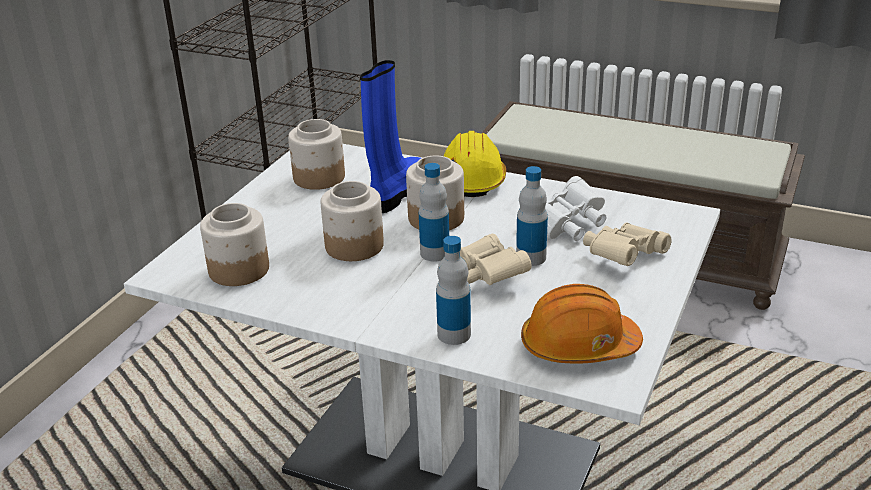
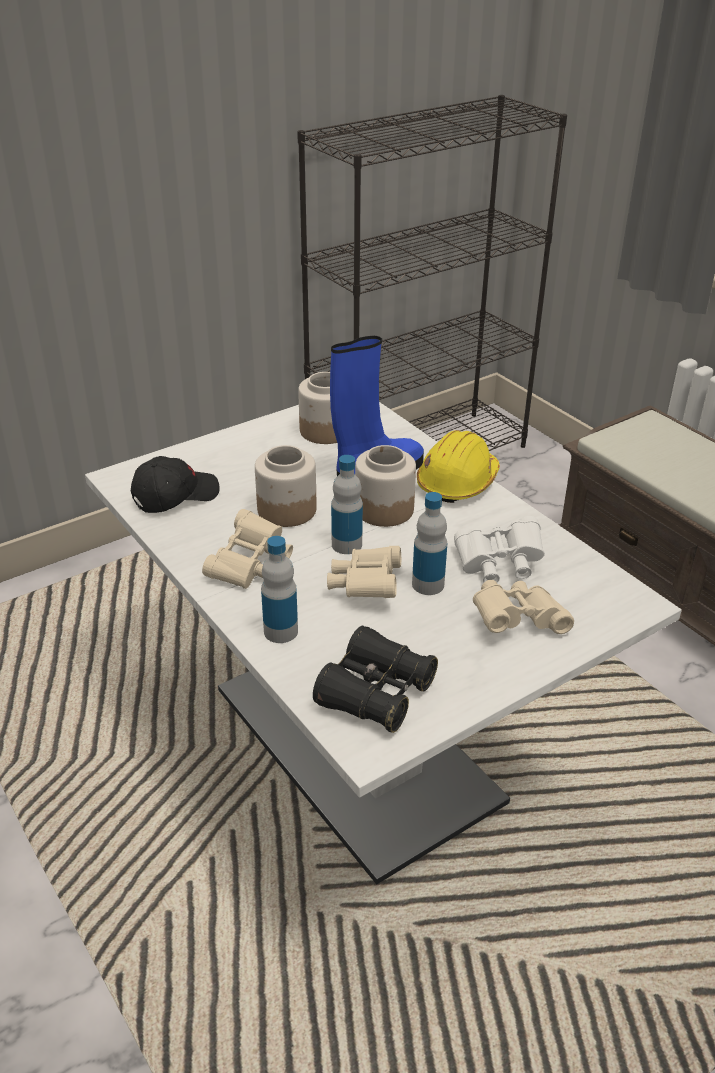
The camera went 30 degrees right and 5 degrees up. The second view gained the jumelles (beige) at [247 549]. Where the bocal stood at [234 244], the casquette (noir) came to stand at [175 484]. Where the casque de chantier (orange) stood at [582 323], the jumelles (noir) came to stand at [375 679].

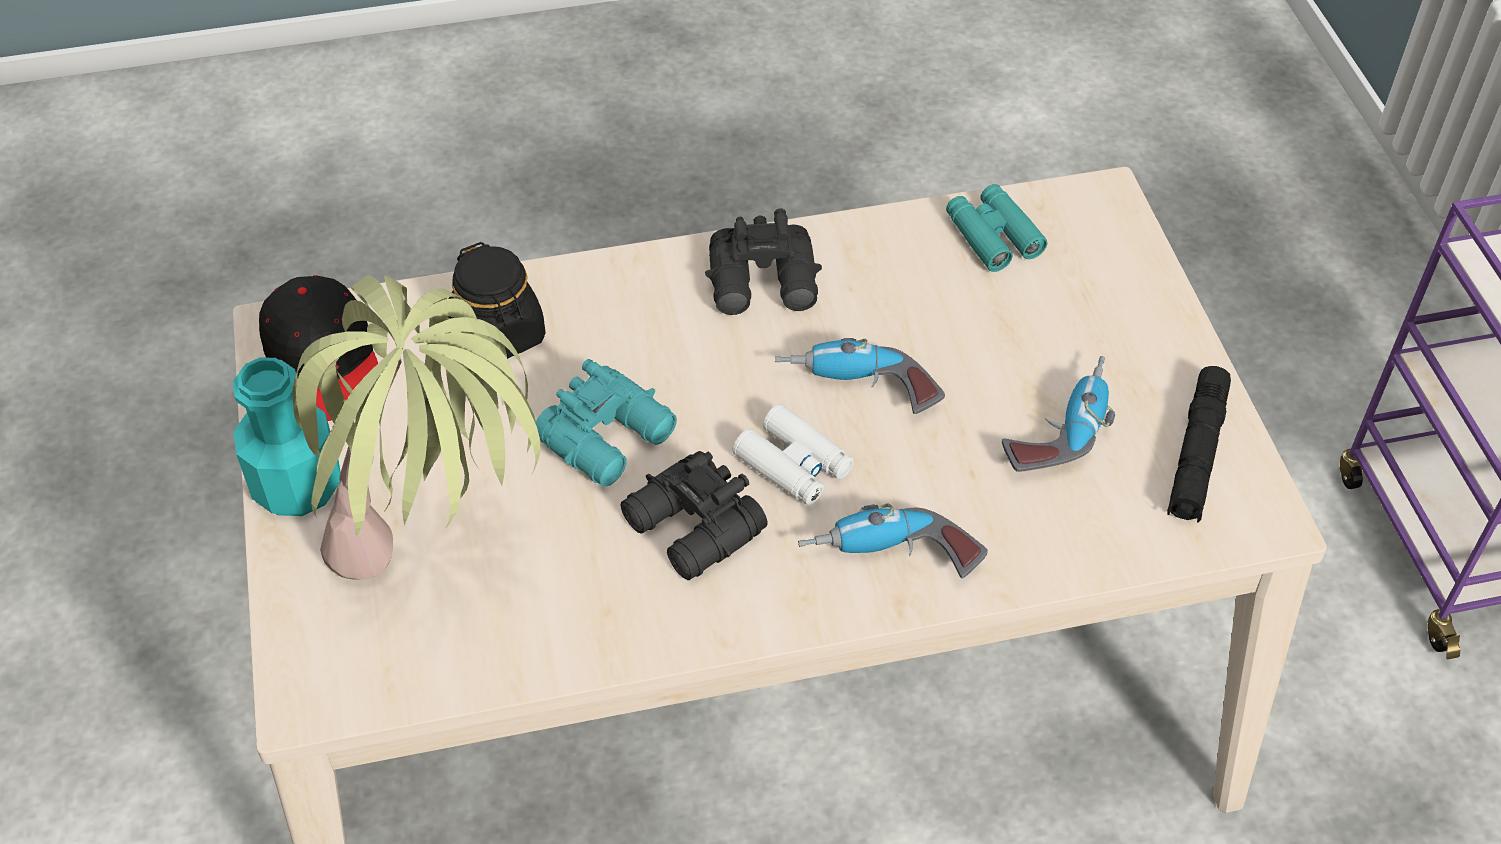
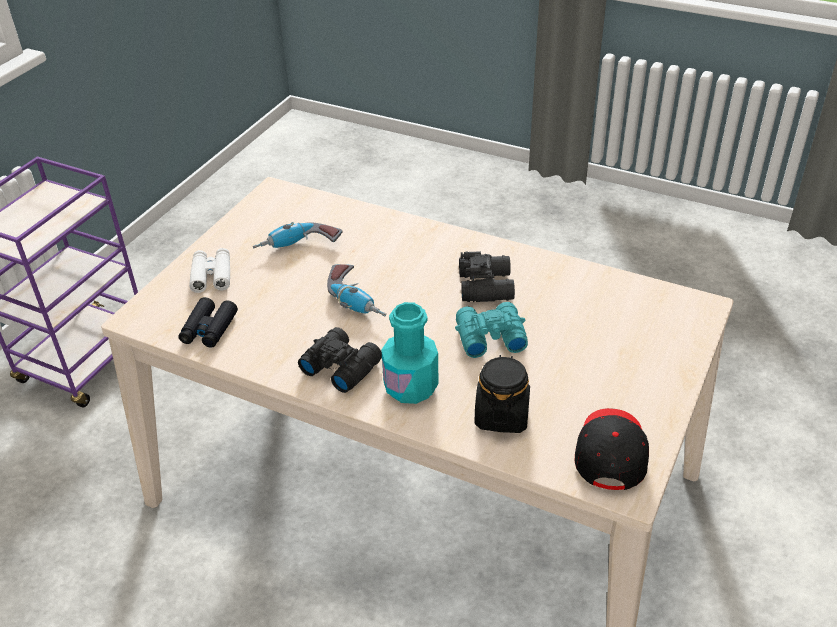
The camera went 140 degrees left and 10 degrees down. The second view lost the plante en pot at [416 427]. The second view lost the perceuse at [893 541]. The second view lost the lampe de poche (noir) at [1199 444]. The bouteille (turquoise) ended up elsewhere, having gone from [287 436] to [410 353]. The jumelles (blanc) ended up elsewhere, having gone from [793 455] to [209 270]. What was the jumelles (turquoise) at [996 228] turned into the jumelles (noir) at [208 322].

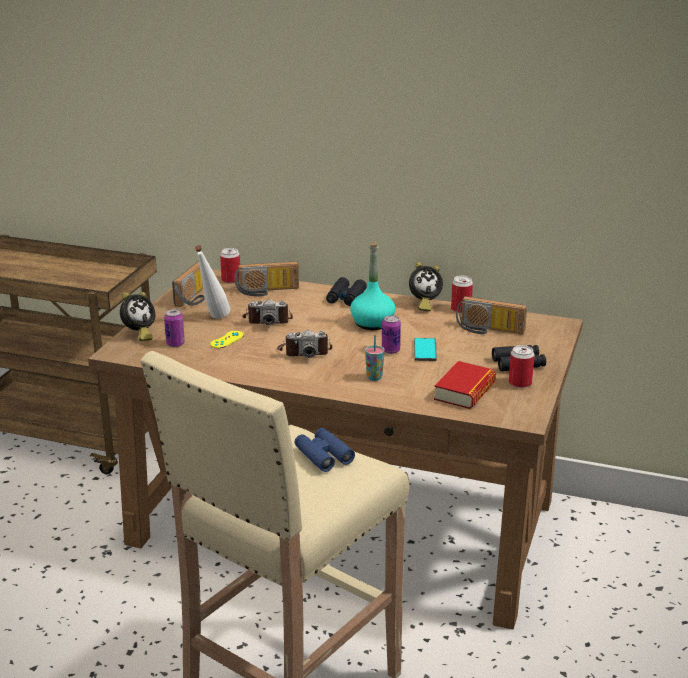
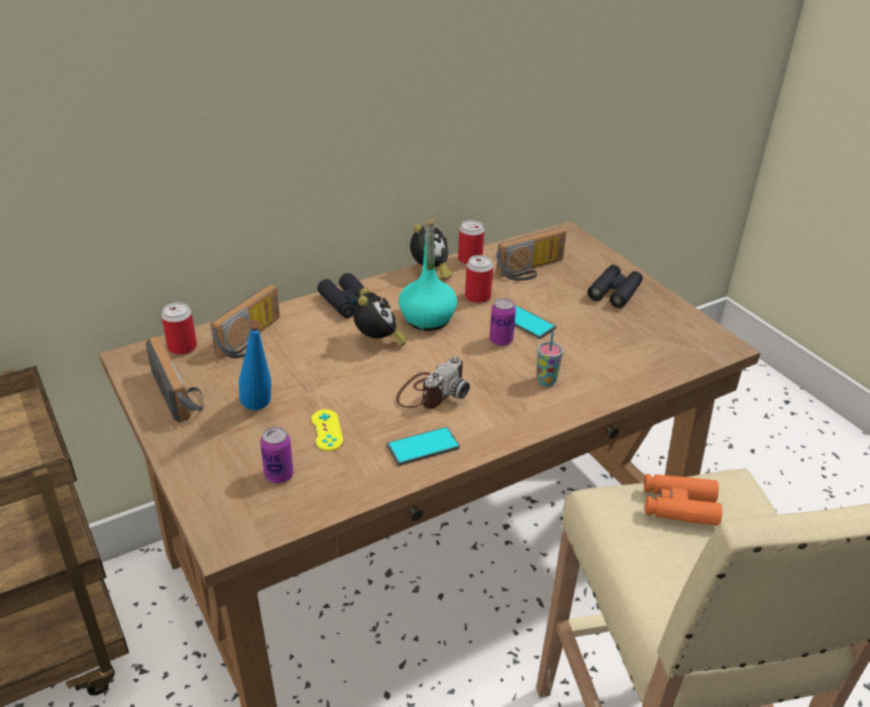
The camera went 50 degrees left and 10 degrees up. The second view lost the appareil photo at [267 312]. The second view lost the livre at [465 385]. The second view gained the téléphone at [423 446]. The réveil ended up elsewhere, having gone from [137 316] to [379 317]. The boîte métallique ended up elsewhere, having gone from [522 366] to [479 279]. What was the bouteille (blanc) at [212 282] turned into the bouteille (bleu) at [255 365]. What was the jumelles (bleu) at [325 450] turned into the jumelles (orange) at [683 500].

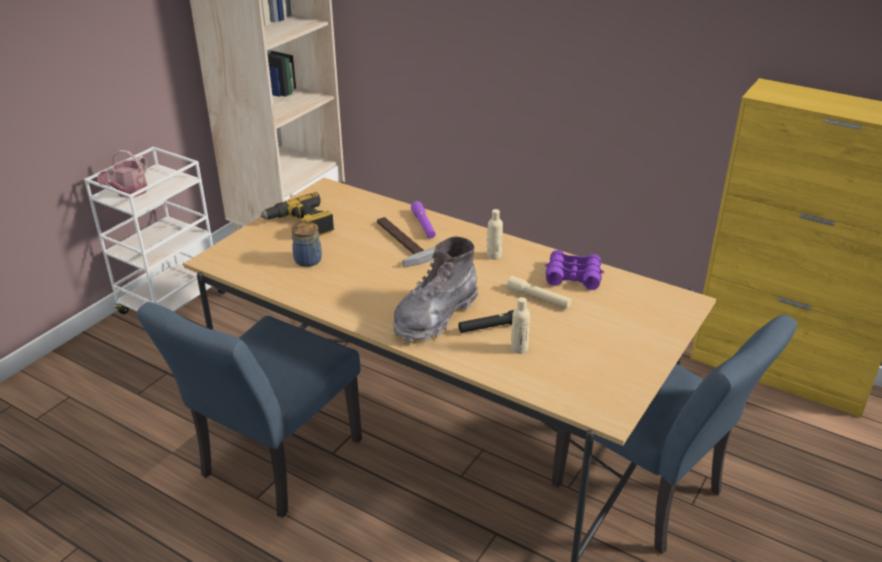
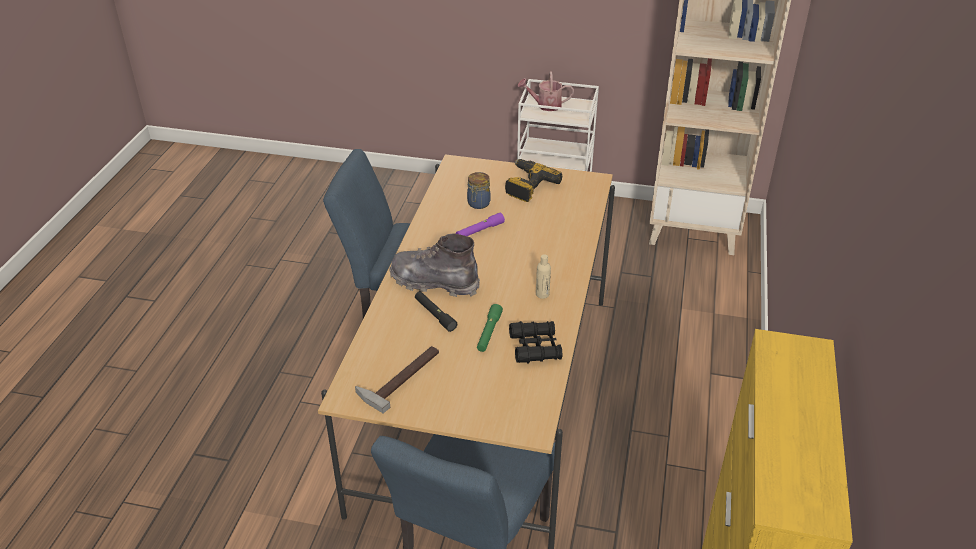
The camera went 70 degrees right and 5 degrees up. The second view lost the bouteille (beige) at [520 325]. The marteau ended up elsewhere, having gone from [406 242] to [397 380]. The lampe de poche (violet) ended up elsewhere, having gone from [423 219] to [480 224]. What was the lampe de poche (beige) at [539 292] turned into the lampe de poche (vert) at [490 328]. What was the jumelles (violet) at [574 270] turned into the jumelles (noir) at [535 342].

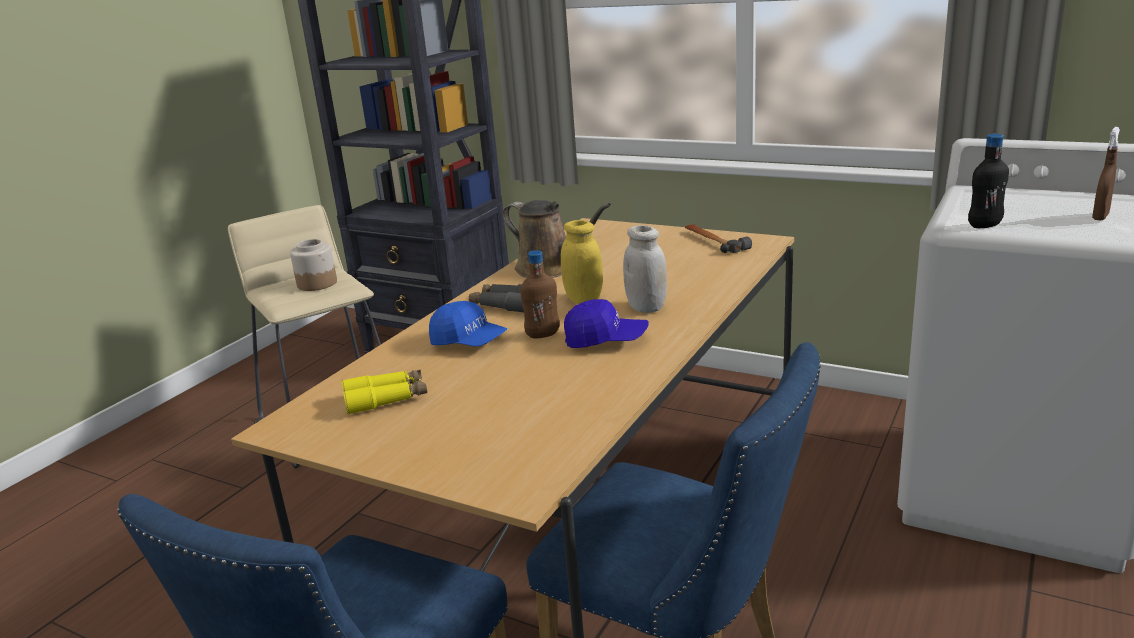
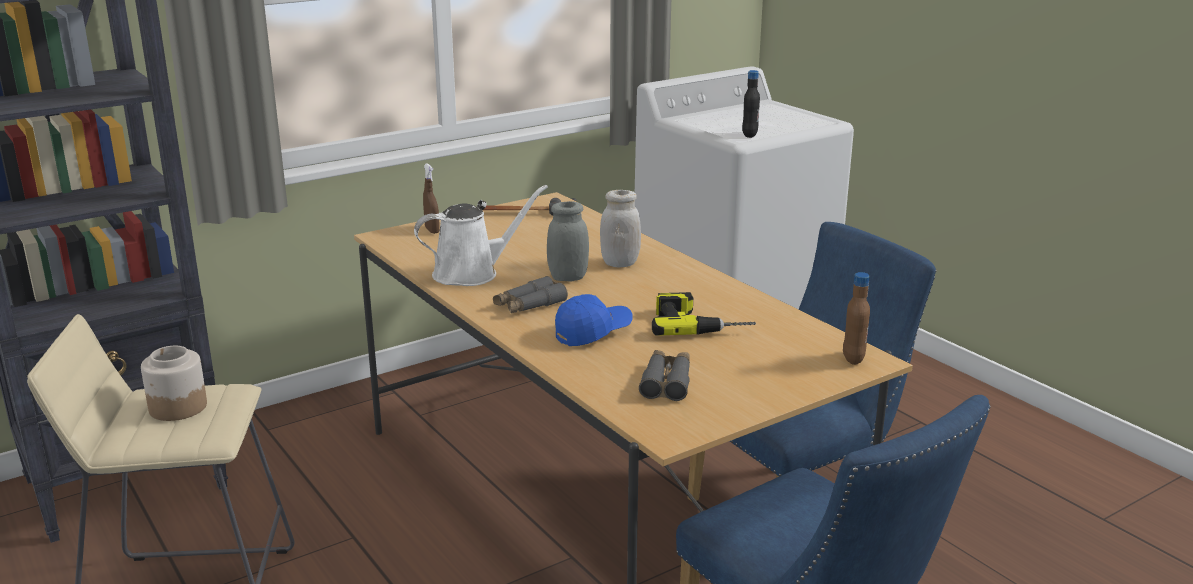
The camera went 65 degrees left and 0 degrees up. The second view lost the casquette (bleu) at [606 323]. The second view gained the perceuse at [704 314]. The bouteille (marron) ended up elsewhere, having gone from [540 294] to [856 318]. The vaporisateur (marron) ended up elsewhere, having gone from [1106 174] to [431 198]. What was the jumelles (jaune) at [384 392] turned into the jumelles (gris) at [664 375]. What was the arrosoir (marron) at [556 239] turned into the arrosoir (blanc) at [481 235]. What was the bocal (jaune) at [582 262] turned into the bocal (gris) at [568 241].

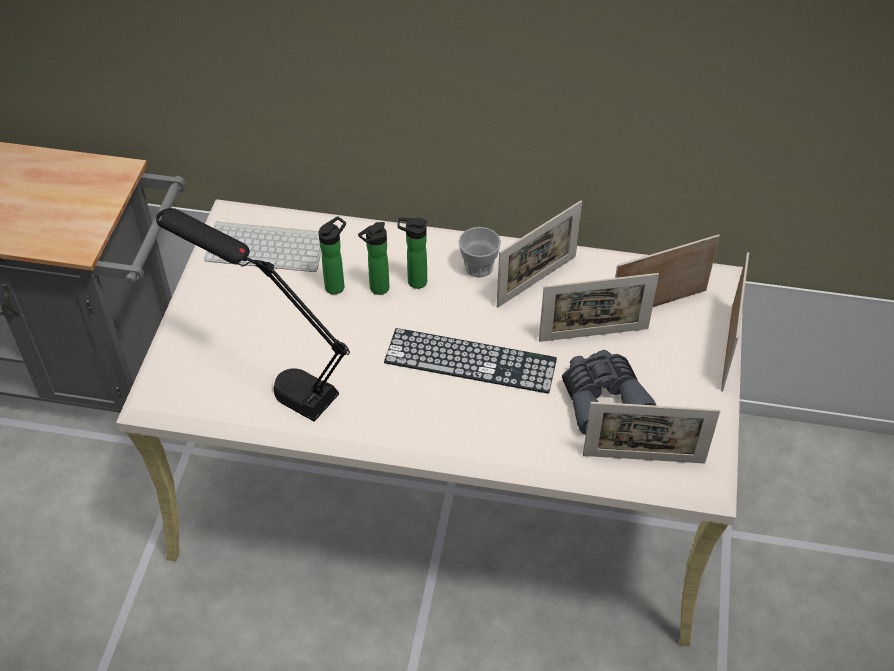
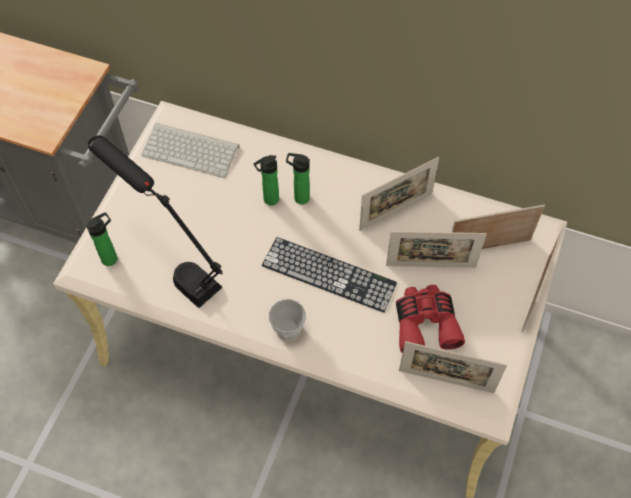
The camera went 10 degrees right and 10 degrees up. The bouteille ended up elsewhere, having gone from [332 255] to [101 239]. The tasse ended up elsewhere, having gone from [480 252] to [287 320]. What was the jumelles (gris) at [609 392] turned into the jumelles (rouge) at [430 319].

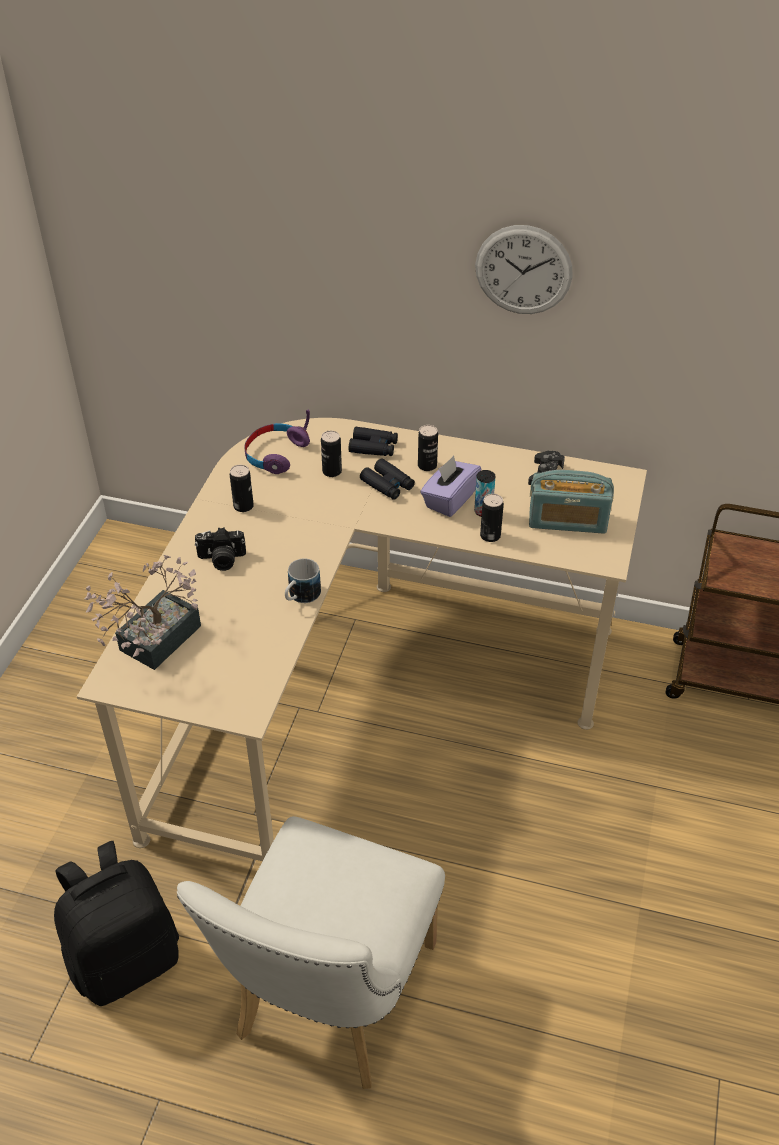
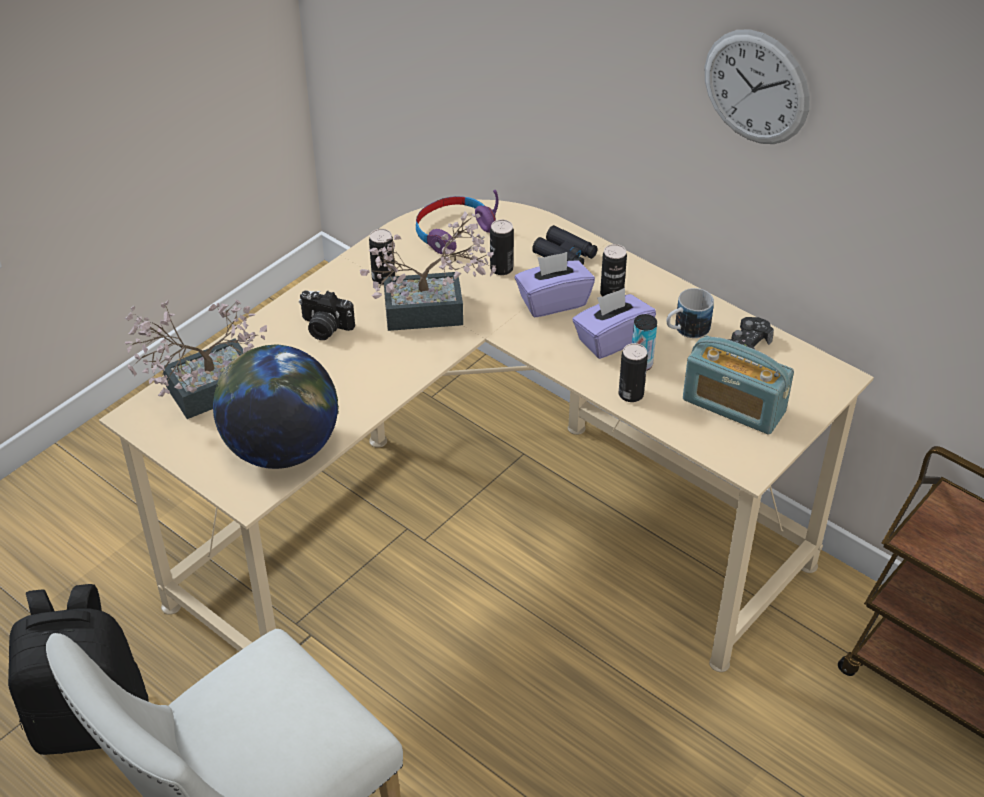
The camera went 25 degrees right and 0 degrees up. The second view gained the globe at [276 406]. The second view gained the plante en pot at [428 271]. The mug ended up elsewhere, having gone from [303 580] to [690 313]. Where the jumelles (noir) stood at [387 479], the boîte à mouchoirs (violet) came to stand at [555 284].

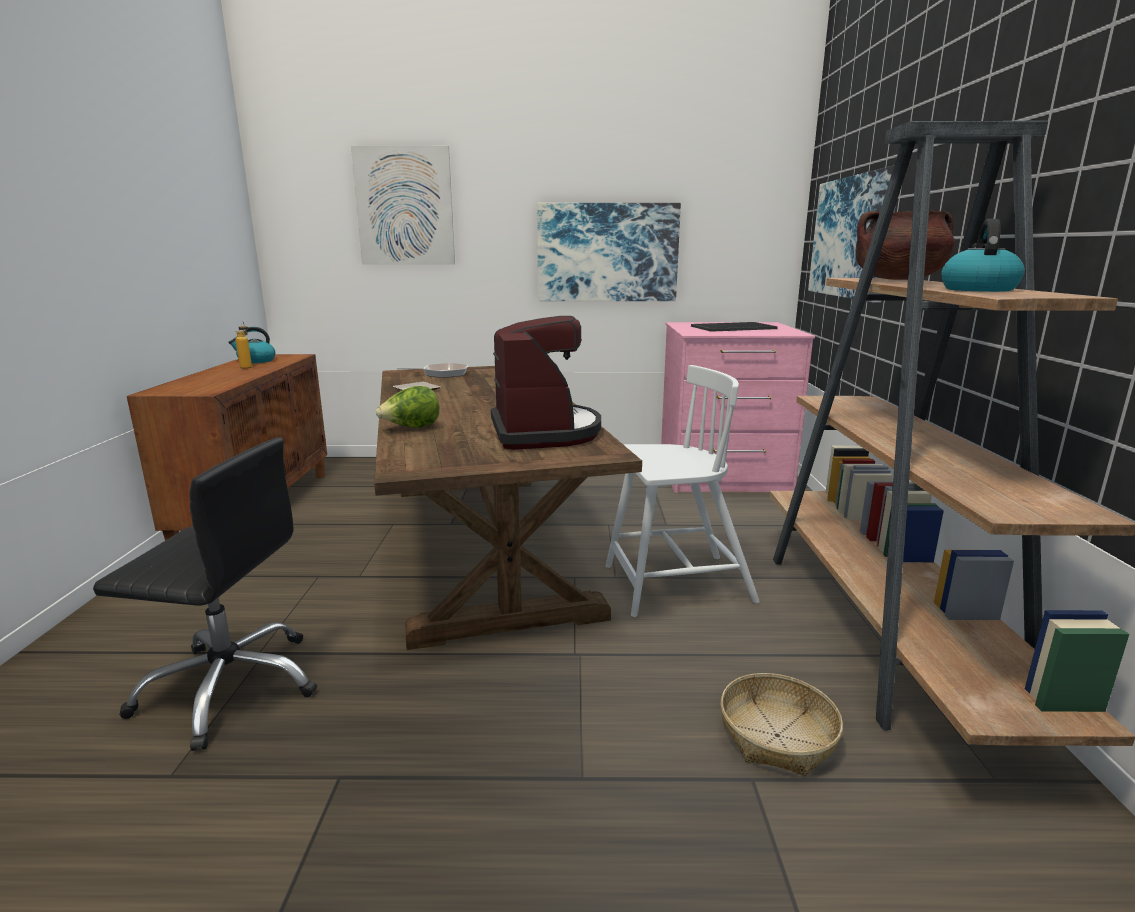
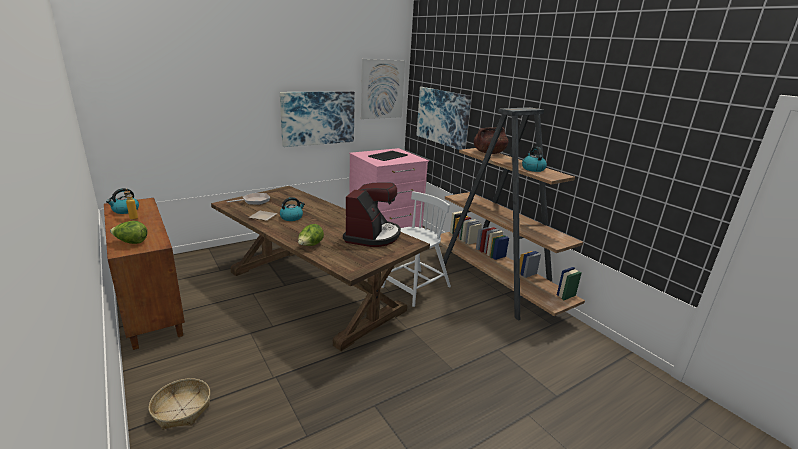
The camera went 35 degrees left and 5 degrees up. The second view lost the chaise de bureau (noir) at [205 594]. The second view gained the laitue at [128 232]. The second view gained the bouilloire at [292 209]. The tableau ended up elsewhere, having gone from [403 205] to [383 89]. The panier ended up elsewhere, having gone from [782 724] to [179 404]. The machine à café at [546 383] ended up facing another way, 60 degrees clockwise from before.

